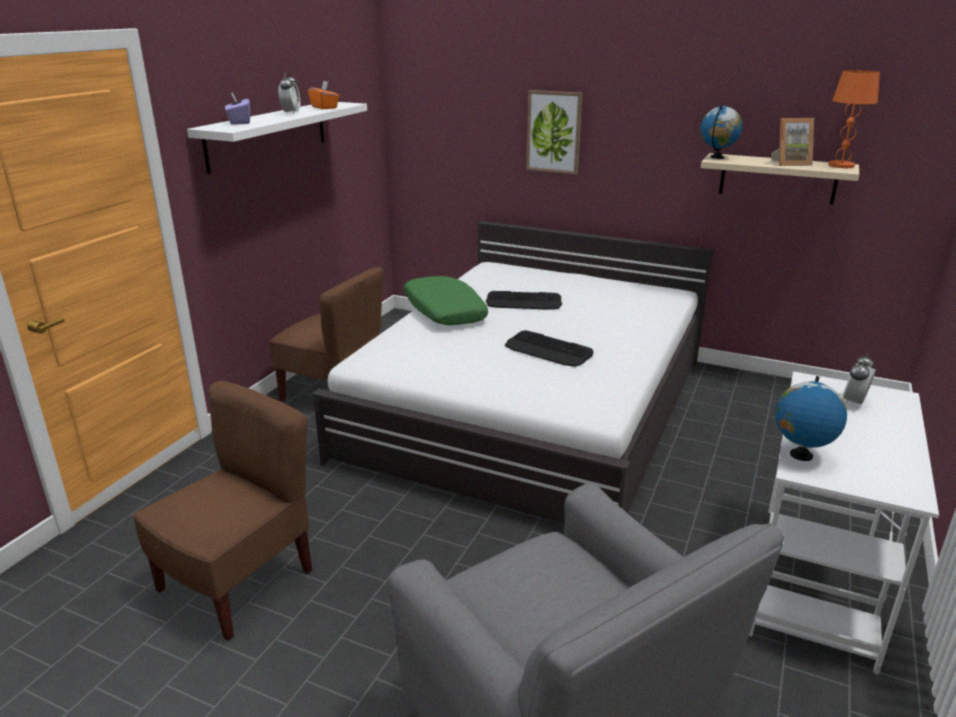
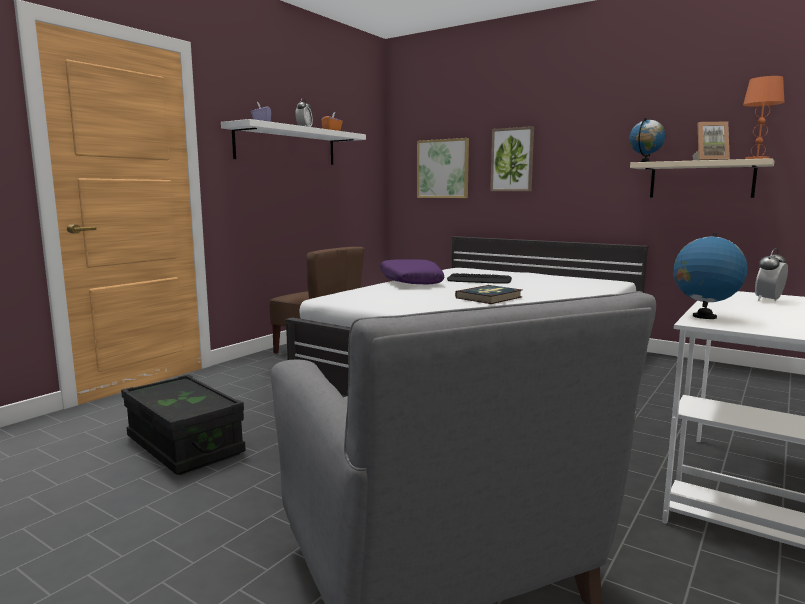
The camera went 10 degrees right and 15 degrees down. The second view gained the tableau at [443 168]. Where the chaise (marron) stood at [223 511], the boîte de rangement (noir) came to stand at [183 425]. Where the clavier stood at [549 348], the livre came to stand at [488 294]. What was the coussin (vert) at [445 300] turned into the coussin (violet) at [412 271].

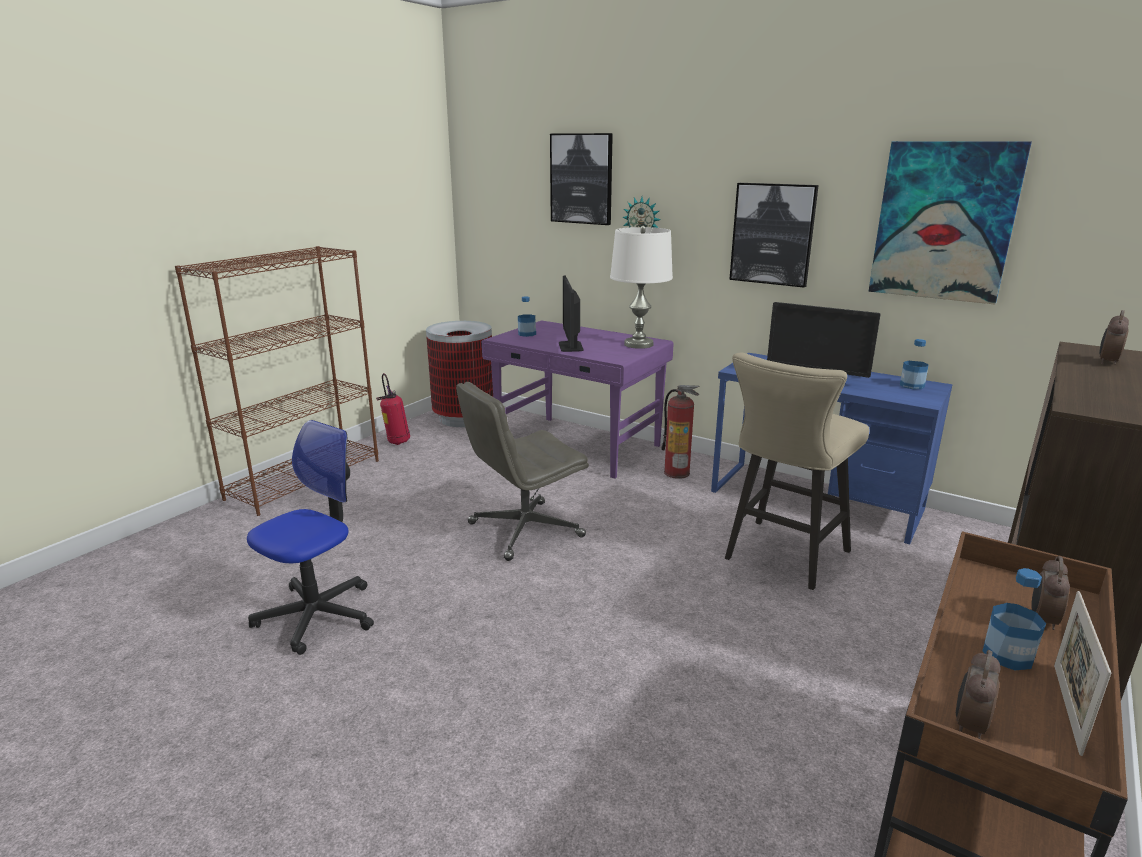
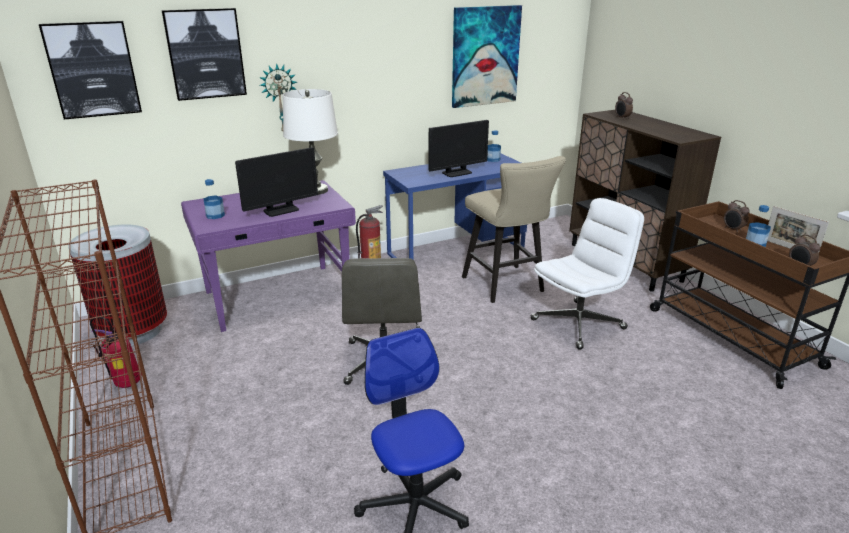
The camera went 60 degrees left and 5 degrees up. The second view gained the chaise de bureau (blanc) at [587 274]. The tableau ended up elsewhere, having gone from [774 235] to [90 70]. The écran d'ordinateur at [571 314] ended up facing another way, 60 degrees counterclockwise from before.

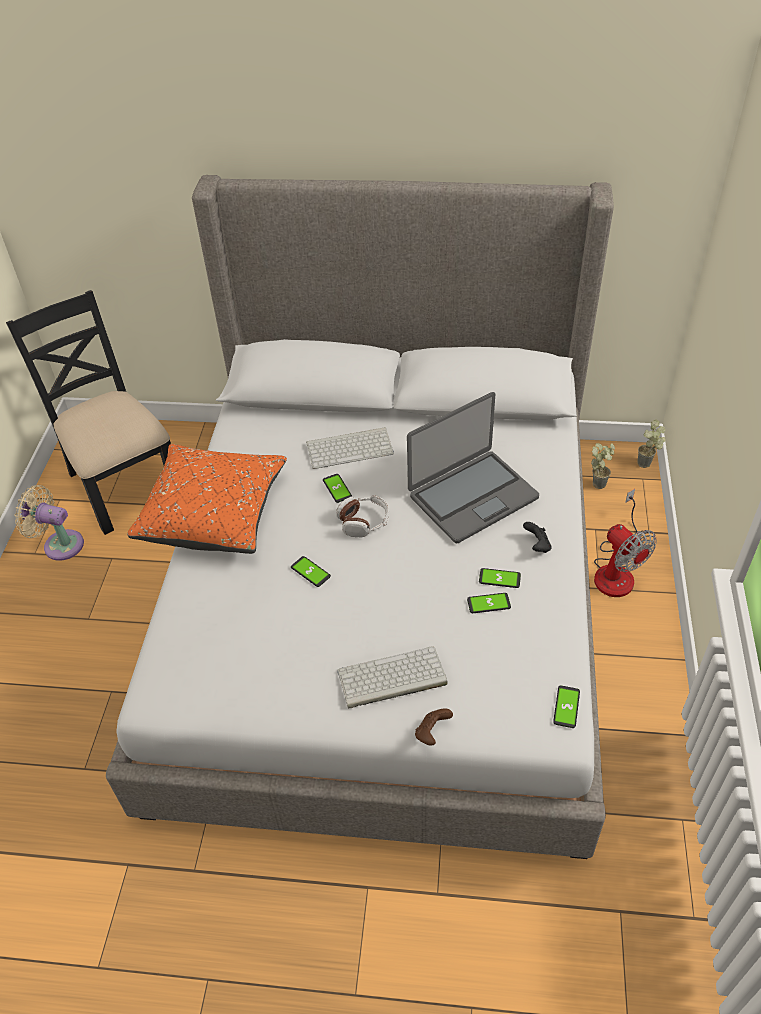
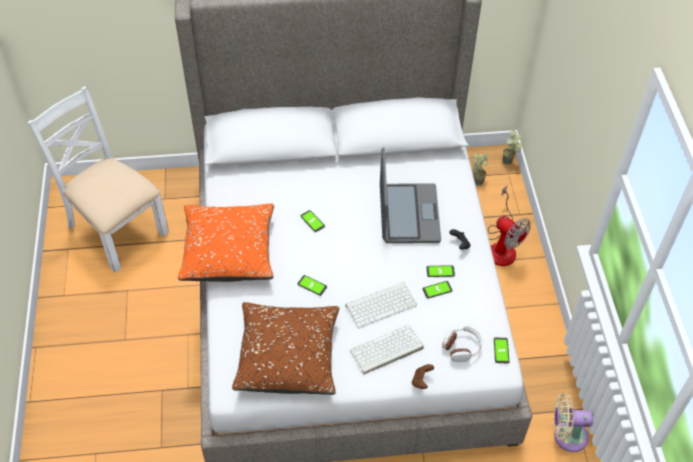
The camera went 15 degrees left and 5 degrees up. The second view gained the coussin (marron) at [285 348]. The ventilateur (beige) ended up elsewhere, having gone from [49 523] to [574 422]. The clavier ended up elsewhere, having gone from [350 448] to [381 305]. The casque audio ended up elsewhere, having gone from [362 516] to [462 344]. What was the chaise (noir) at [88 412] turned into the chaise (blanc) at [98 179]. The ordinateur portable at [473 467] ended up facing another way, 45 degrees counterclockwise from before.

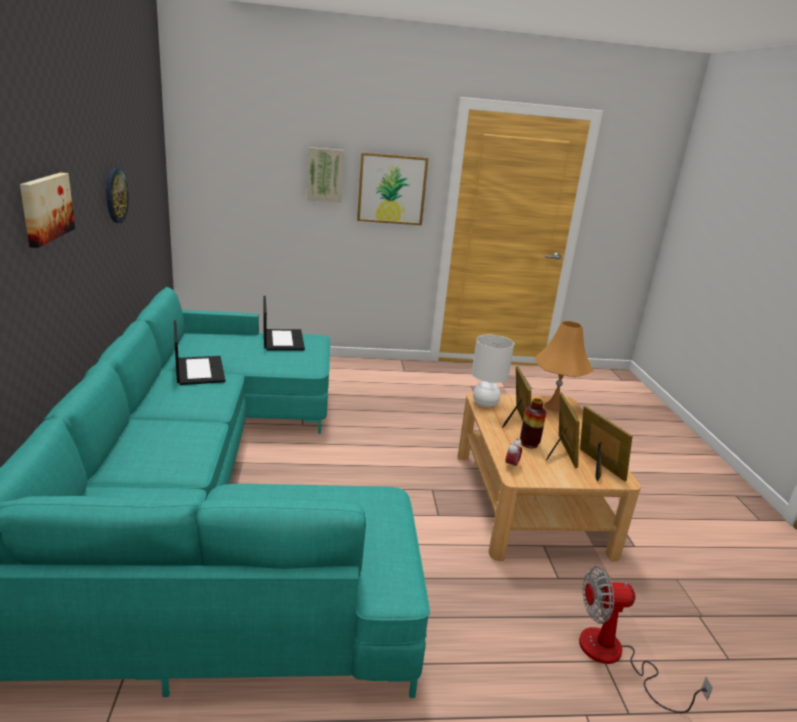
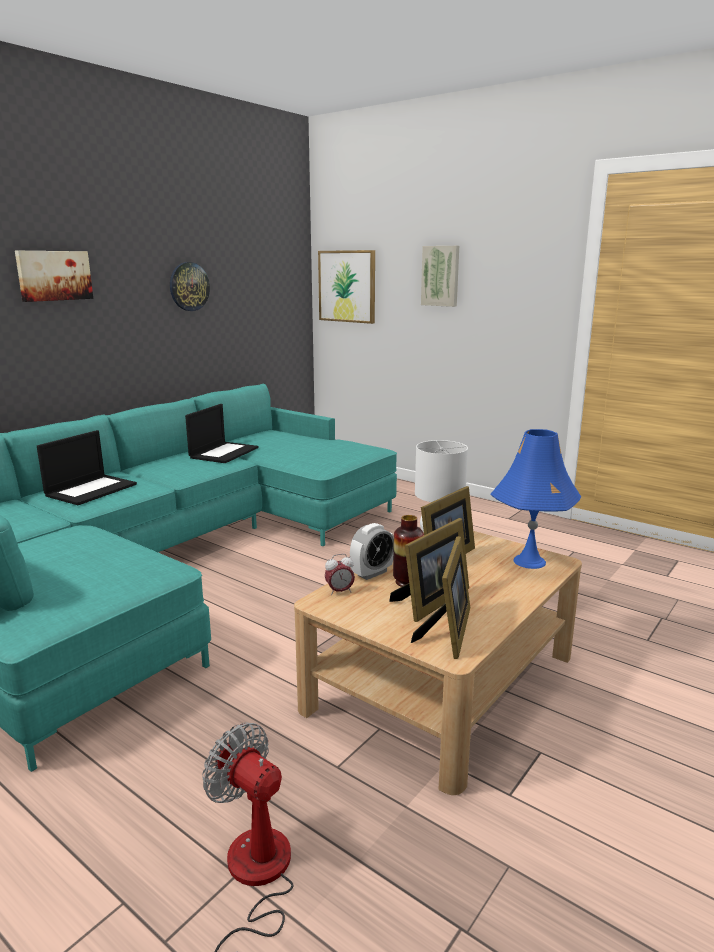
The camera went 45 degrees right and 5 degrees down. The second view gained the réveil at [372 551]. The ordinateur portable ended up elsewhere, having gone from [284 323] to [87 467]. The tableau ended up elsewhere, having gone from [393 188] to [346 287]. What was the lampe de table (orange) at [563 366] turned into the lampe de table (bleu) at [535 499].

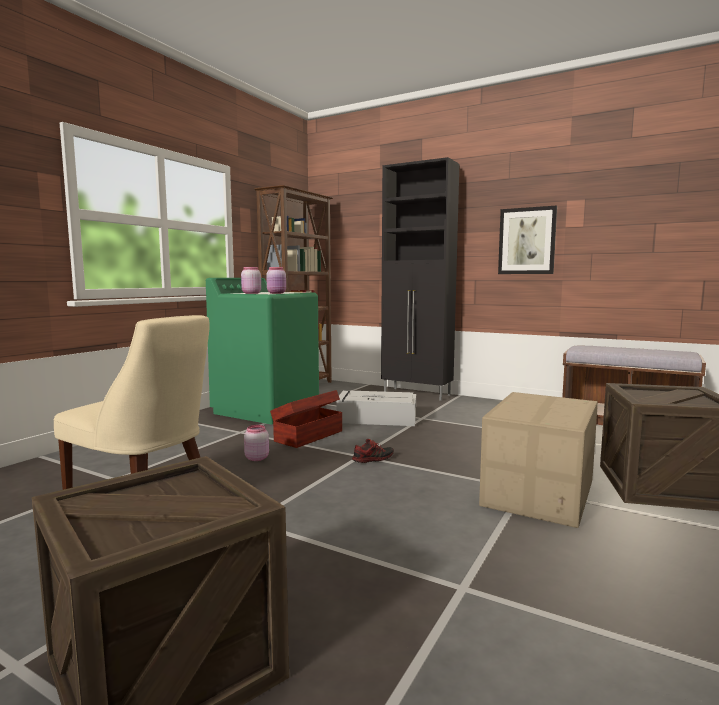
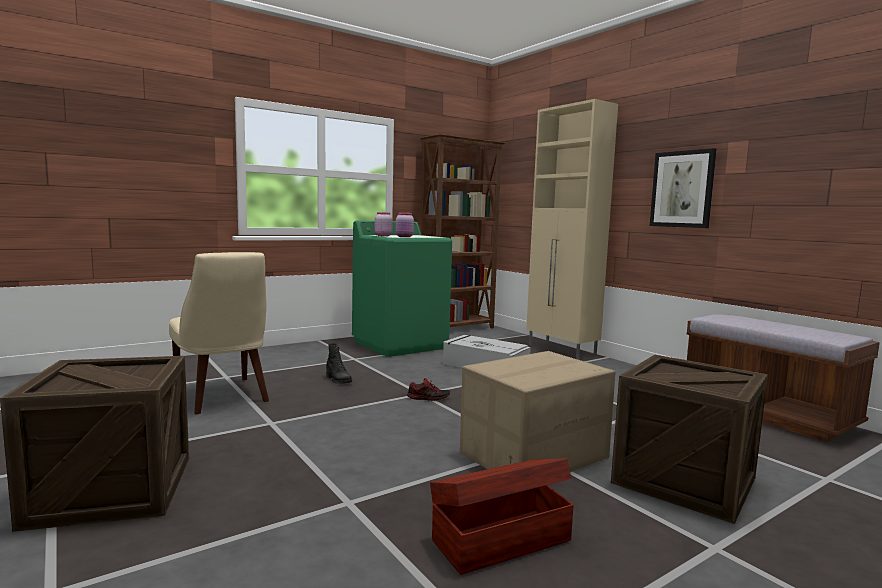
The camera went 25 degrees right and 0 degrees up. The boîte de rangement (marron) ended up elsewhere, having gone from [306 419] to [502 517]. Where the bocal (rose) stood at [256 443], the botte (noir) came to stand at [339 363]. What was the meuble de rangement (noir) at [420 279] turned into the meuble de rangement (beige) at [572 229].

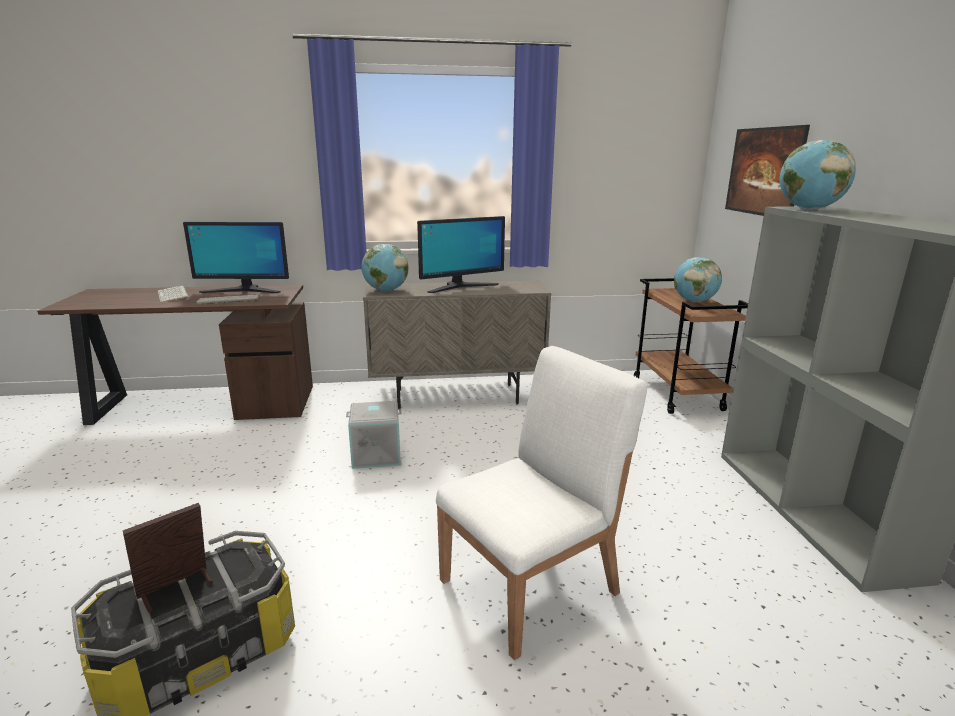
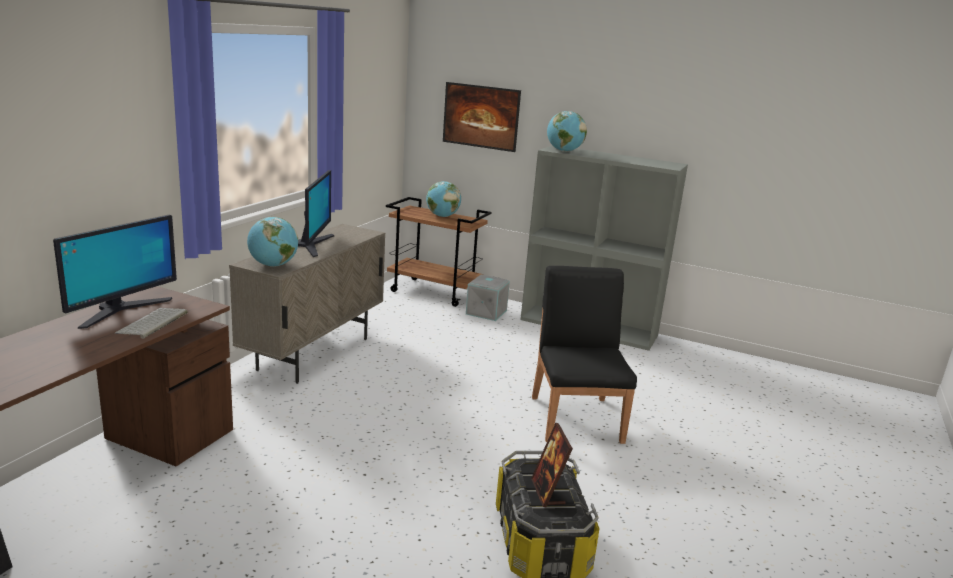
The camera went 60 degrees left and 0 degrees up. The second view lost the clavier at [174 294]. The boîte de rangement (gris) ended up elsewhere, having gone from [374 435] to [488 297]. What was the chaise (blanc) at [541 503] turned into the chaise (noir) at [584 355].

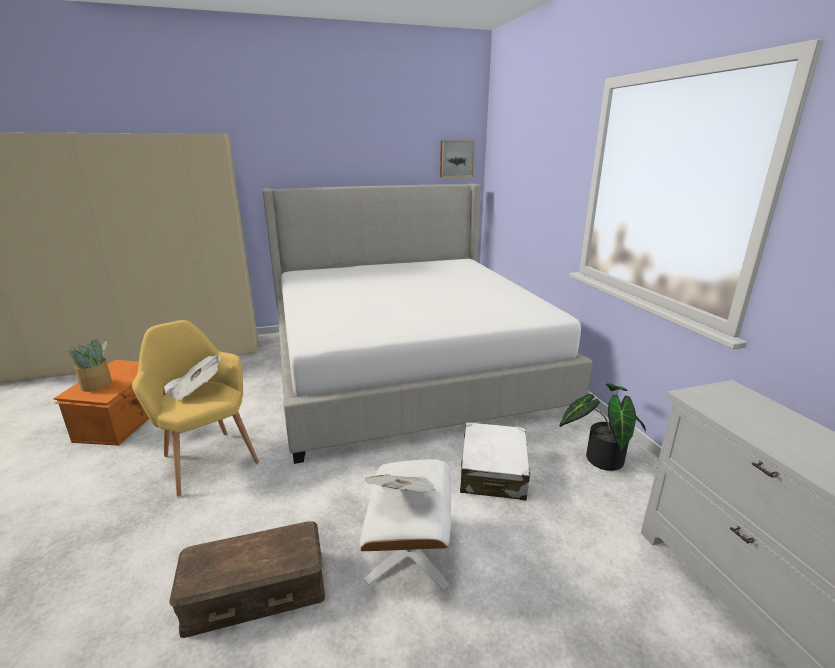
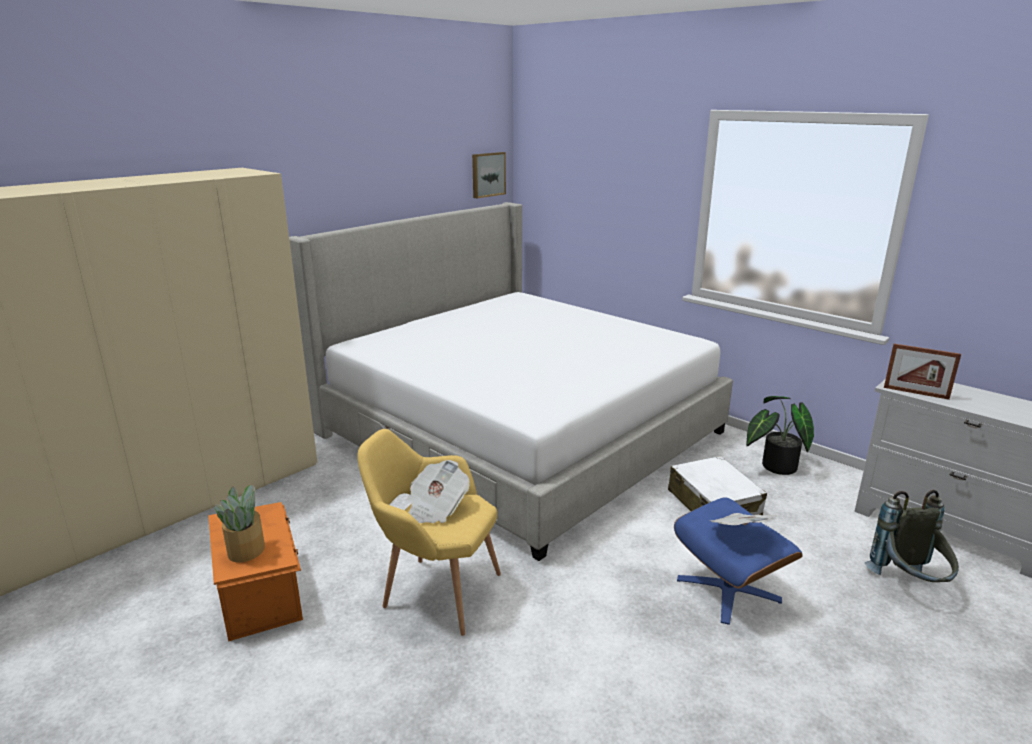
The camera went 30 degrees left and 0 degrees up. The second view lost the boîte de rangement (marron) at [247 579]. The second view gained the sac à dos (gris) at [912 536]. The second view gained the cadre photo at [922 372]. What was the pouf (blanc) at [405 524] turned into the pouf (bleu) at [738 561].

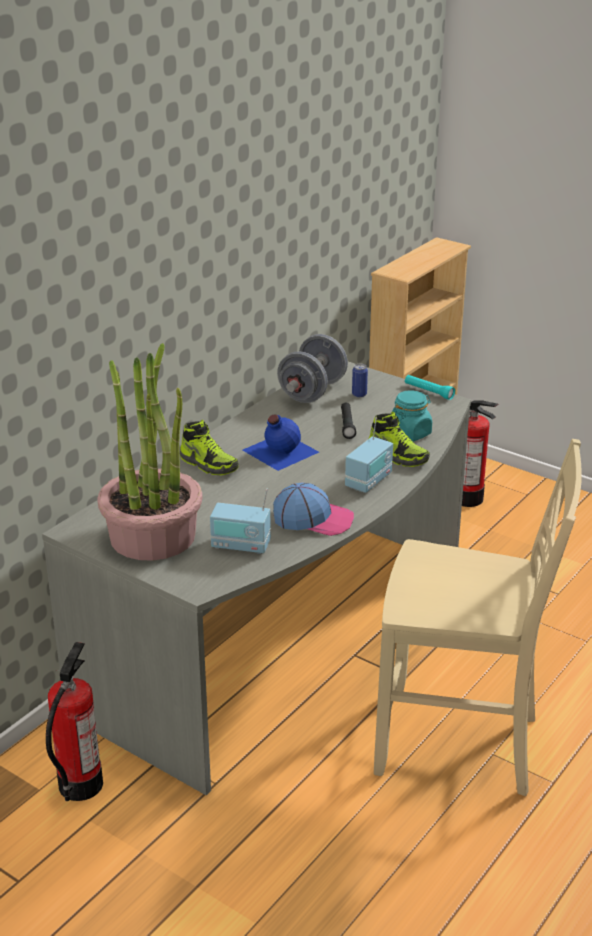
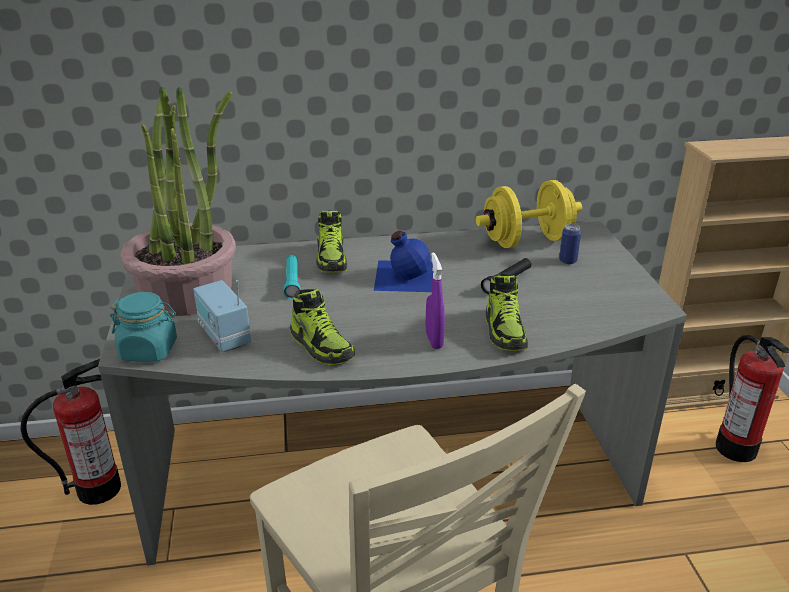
The camera went 45 degrees right and 0 degrees up. The bocal (turquoise) ended up elsewhere, having gone from [412 416] to [143 327]. The lampe de poche (turquoise) ended up elsewhere, having gone from [430 387] to [292 277]. Where the casquette stood at [313 509], the chaussure came to stand at [322 326]. Where the radio stood at [369 455], the vaporisateur (violet) came to stand at [435 300]. What was the haltère (gris) at [312 368] turned into the haltère (jaune) at [529 214].

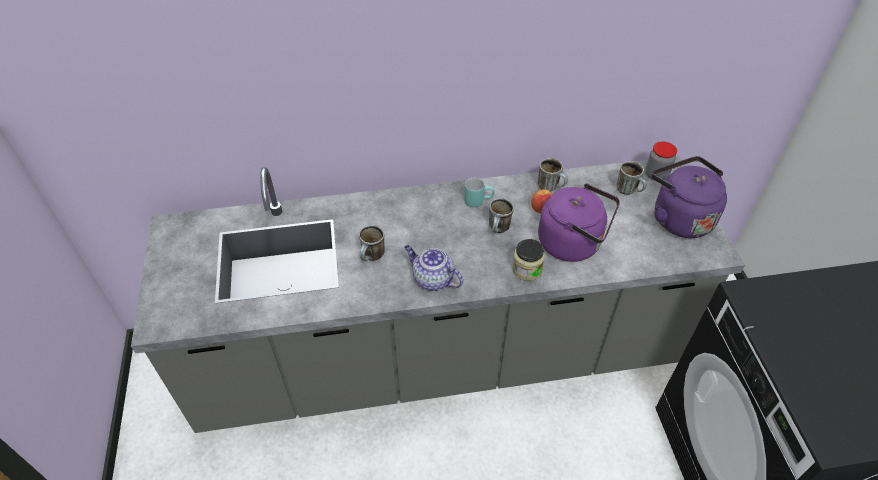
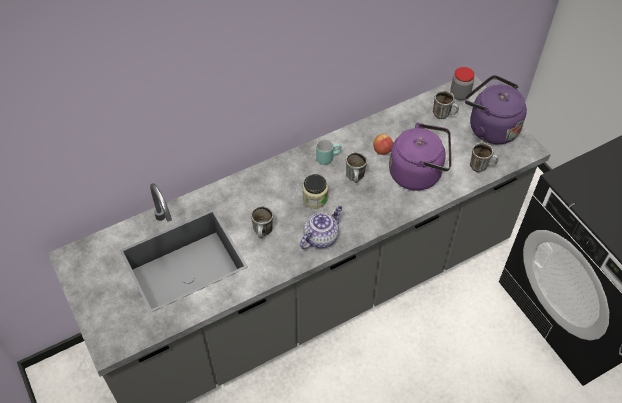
The camera went 20 degrees left and 5 degrees up. The bocal ended up elsewhere, having gone from [528 260] to [315 191]. The mug ended up elsewhere, having gone from [553 174] to [484 157]. The théière at [433 268] ended up facing another way, 120 degrees clockwise from before.

